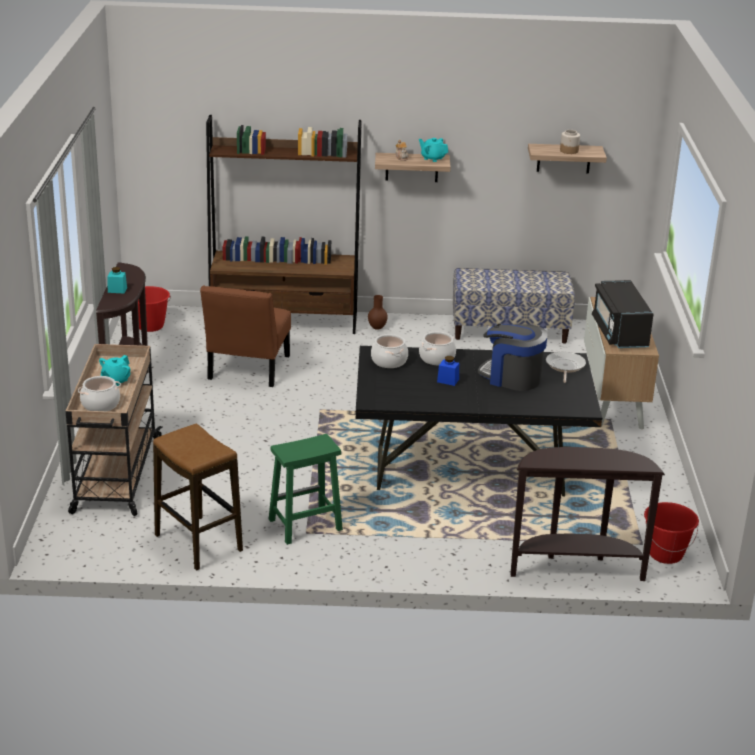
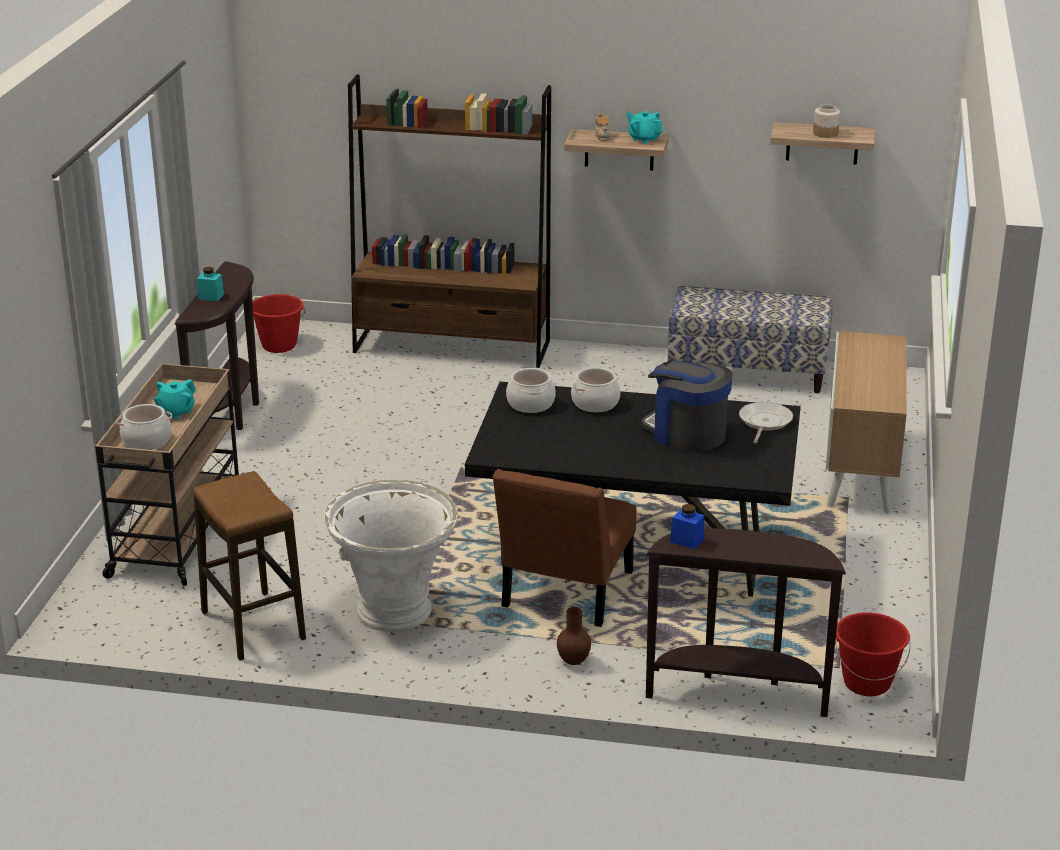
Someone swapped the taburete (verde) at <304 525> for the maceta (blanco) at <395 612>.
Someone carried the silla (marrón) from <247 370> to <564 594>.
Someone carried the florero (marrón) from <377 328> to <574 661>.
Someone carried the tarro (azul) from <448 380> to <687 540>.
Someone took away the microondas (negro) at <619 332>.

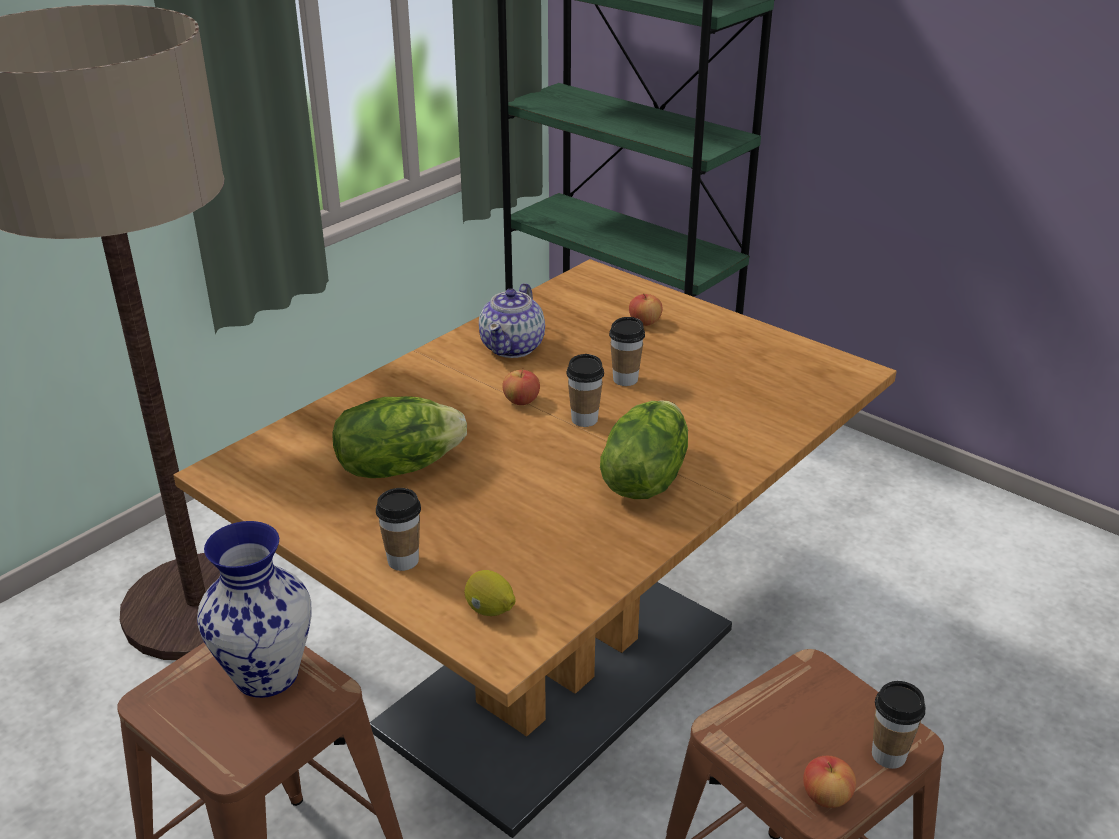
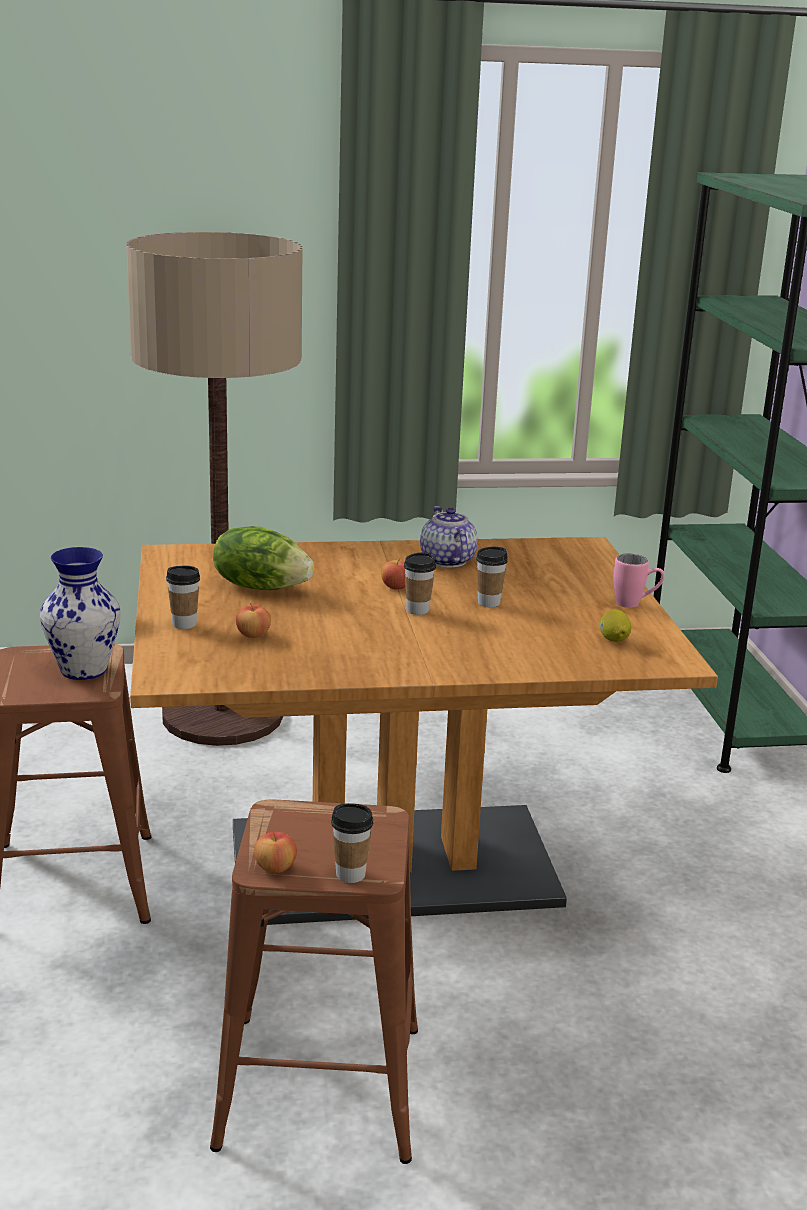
Someone carried the manzana from <645 322> to <253 635>.
Someone rotated the tetera at <513 347> by 105 degrees clockwise.
Someone carried the limón from <490 610> to <613 640>.
Someone put down the taza grande (rosa) at <635 604>.
Someone took away the lechuga at <644 478>.

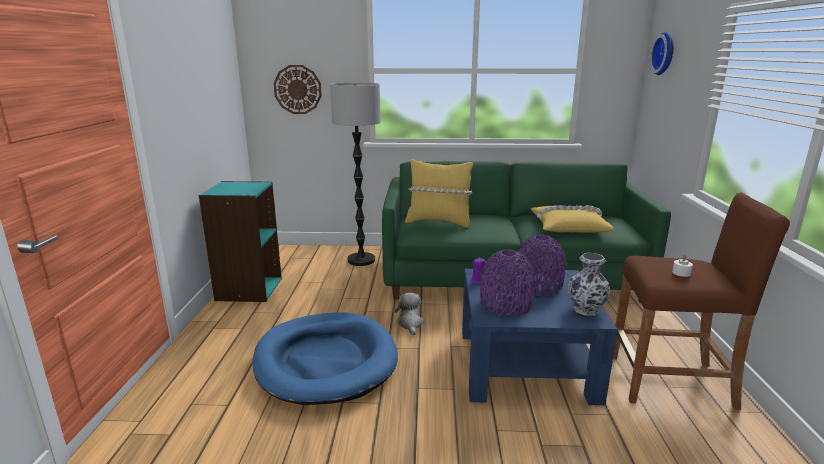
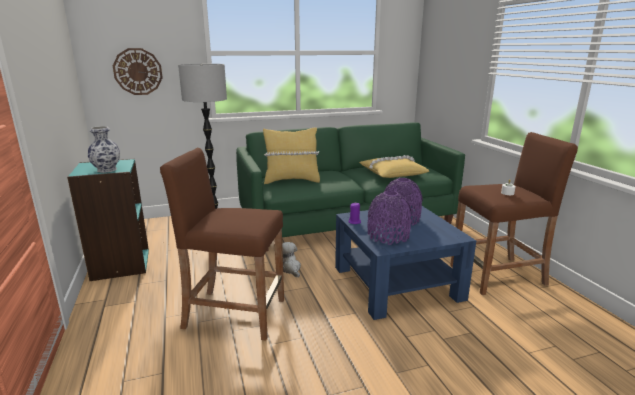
Someone carried the florero from <585 309> to <106 170>.
Someone swapped the cama para perro (azul) at <325 361> for the taburete (marrón) at <235 313>.
Someone took away the reloj de pared at <665 53>.

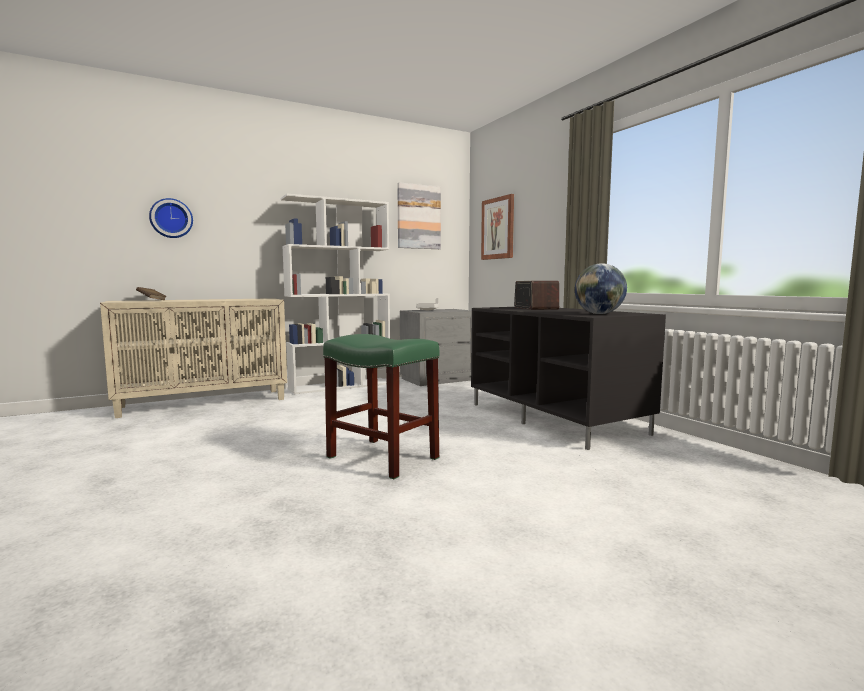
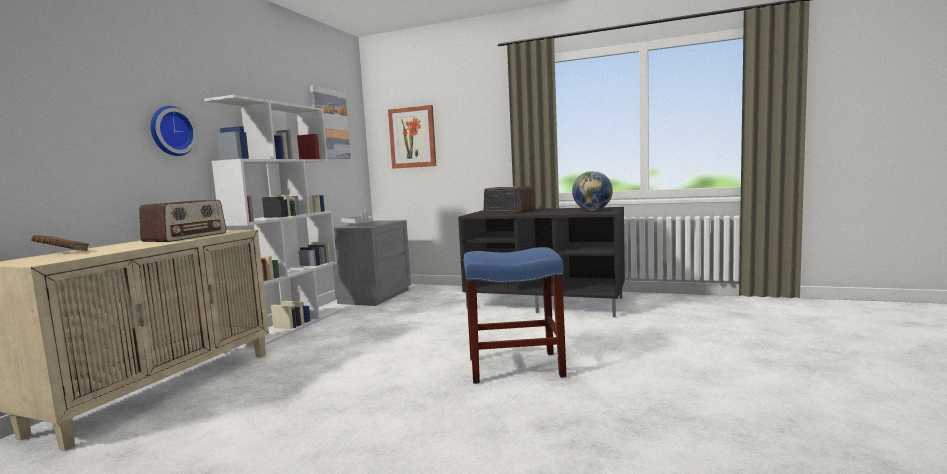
Someone put down the radio at <186 237>.
Someone carried the reloj de pared from <171 218> to <171 131>.
Someone repainted the taburete (verde) at <384 458>, which became the taburete (azul) at <516 367>.

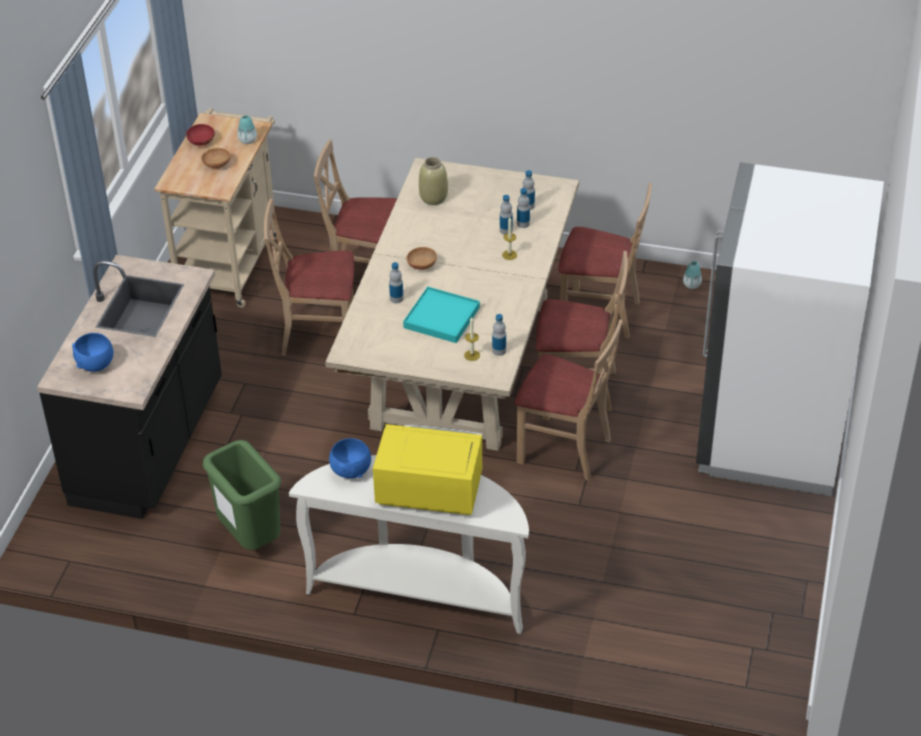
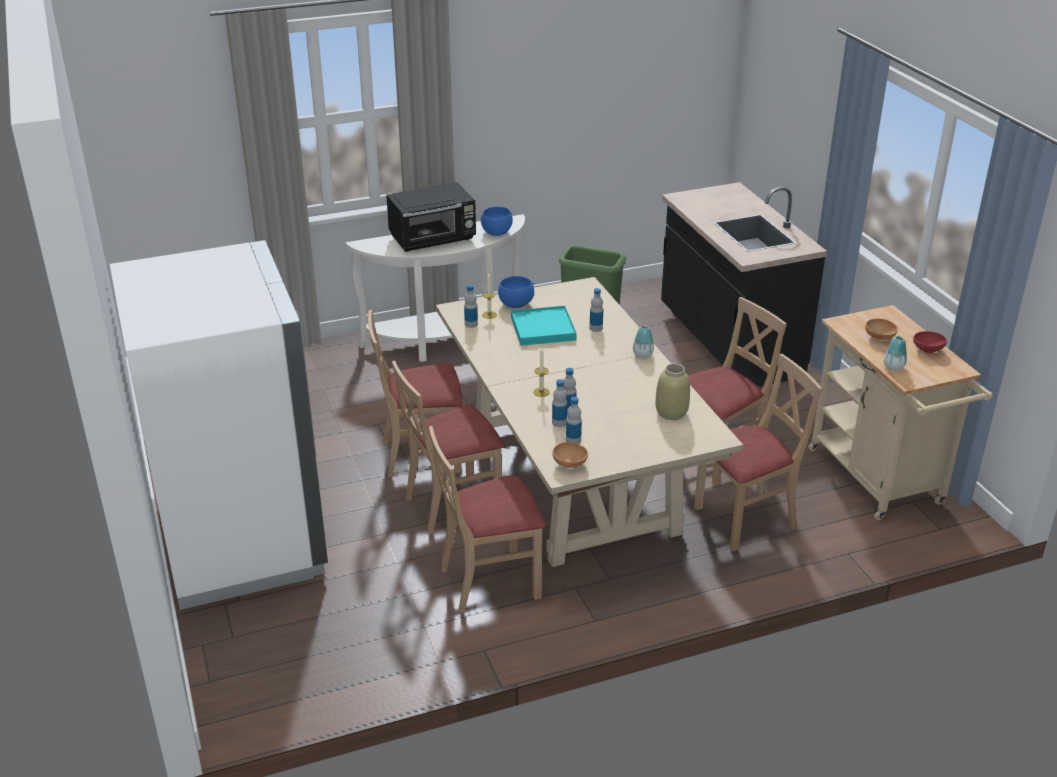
Someone repainted the microondas (amarillo) at <428 491>, which became the microondas (negro) at <433 239>.
Someone carried the cuenco (azul) from <96 365> to <515 305>.
Someone carried the cuenco (marrón) from <421 266> to <570 464>.
Someone carried the florero from <691 285> to <642 355>.

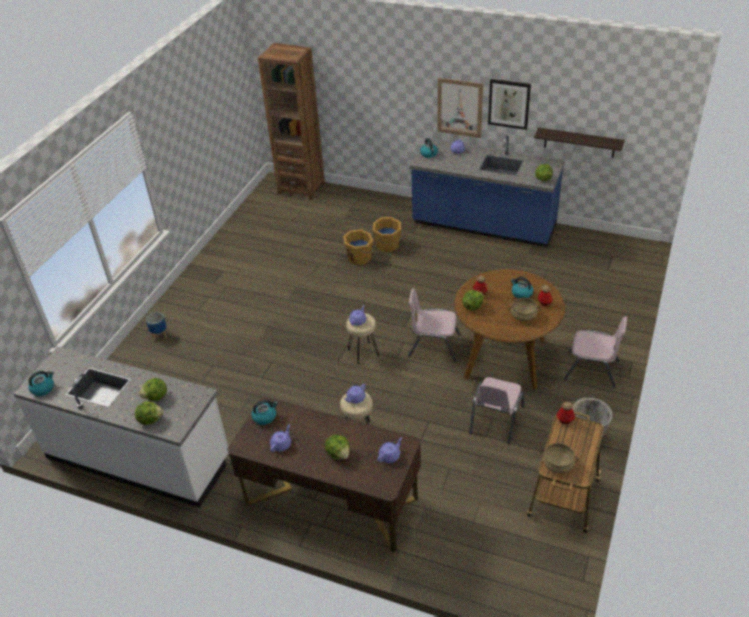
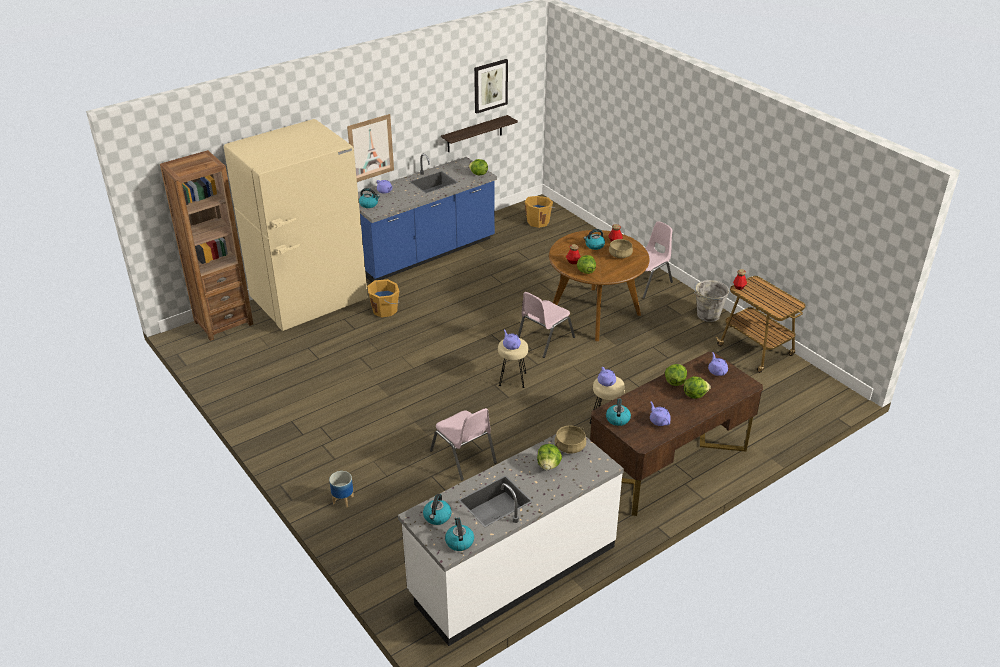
Someone put down the nevera (beis) at <309 302>.
Someone put down the hervidor at <437 517>.
Someone carried the silla (rosa) from <495 420> to <463 457>.
Someone carried the cuadro from <509 103> to <490 85>.
Someone carried the cubo (naranja) from <360 258> to <538 221>.
Someone carried the olla (beis) from <558 464> to <570 447>.
Someone carried the lechuga from <150 419> to <675 382>.

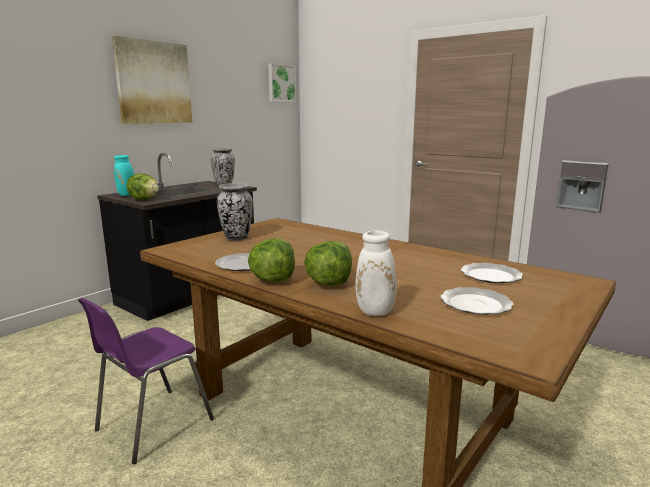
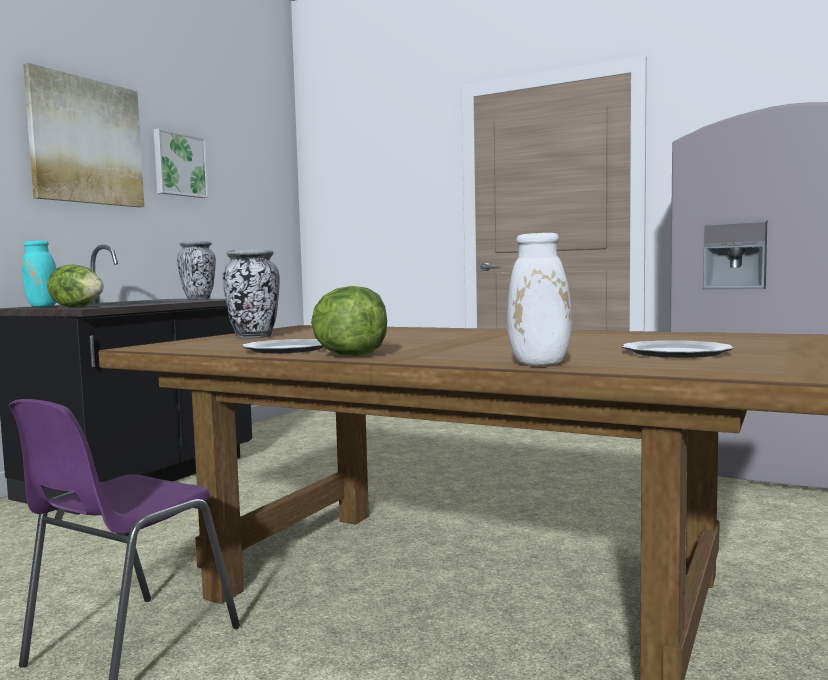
Someone carried the cuadro from <281 83> to <179 165>.
Someone took away the lechuga at <329 283>.
Someone took away the plato at <491 275>.

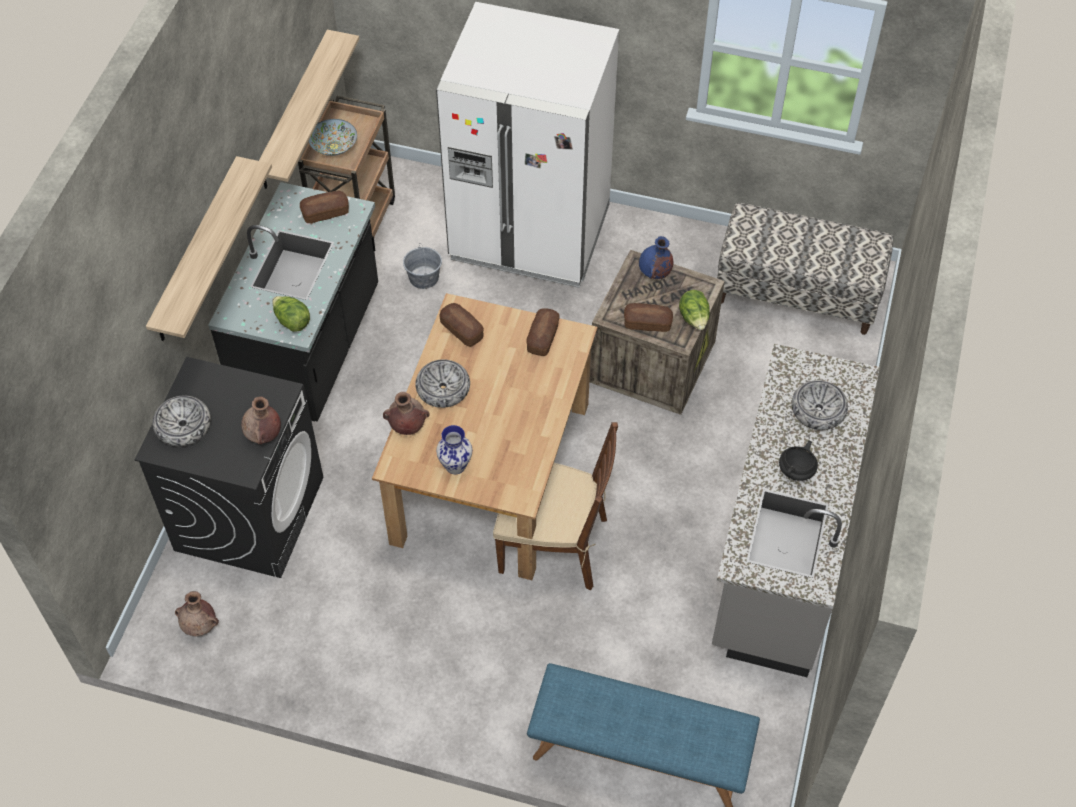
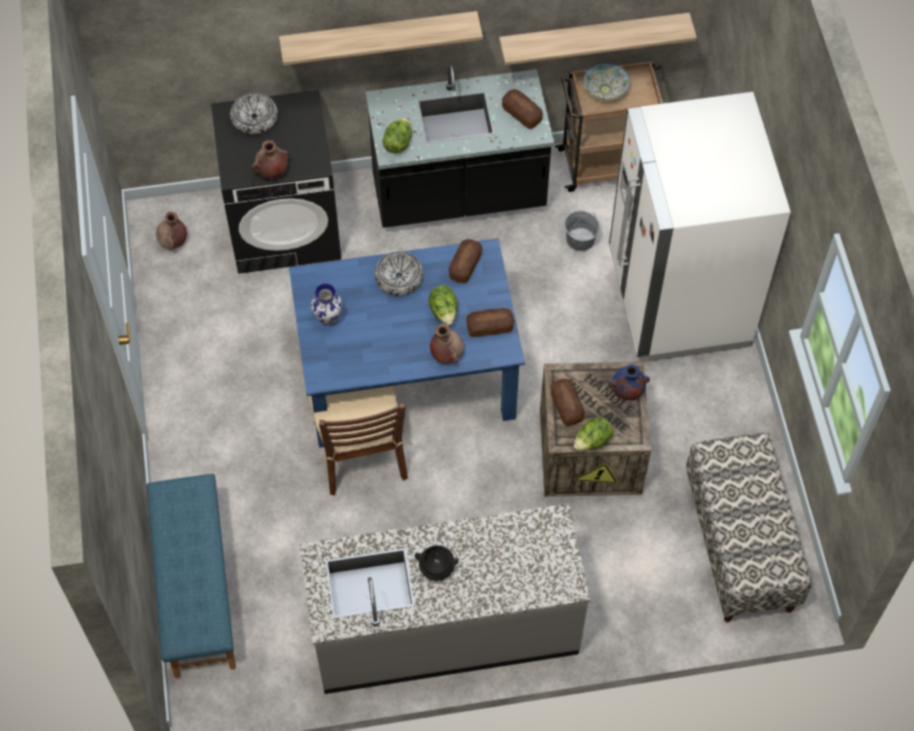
Someone repainted the mesa de comedor (marrón) at <490 471>, which became the mesa de comedor (azul) at <409 374>.
Someone put down the lechuga at <444 312>.
Someone carried the florero (marrón) from <407 426> to <446 354>.
Someone took away the cuenco at <818 410>.

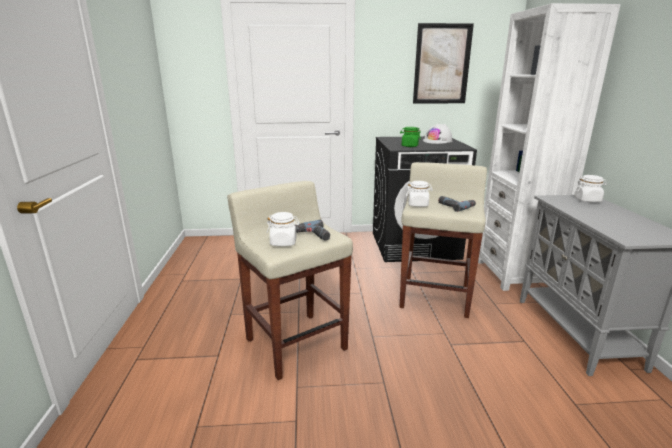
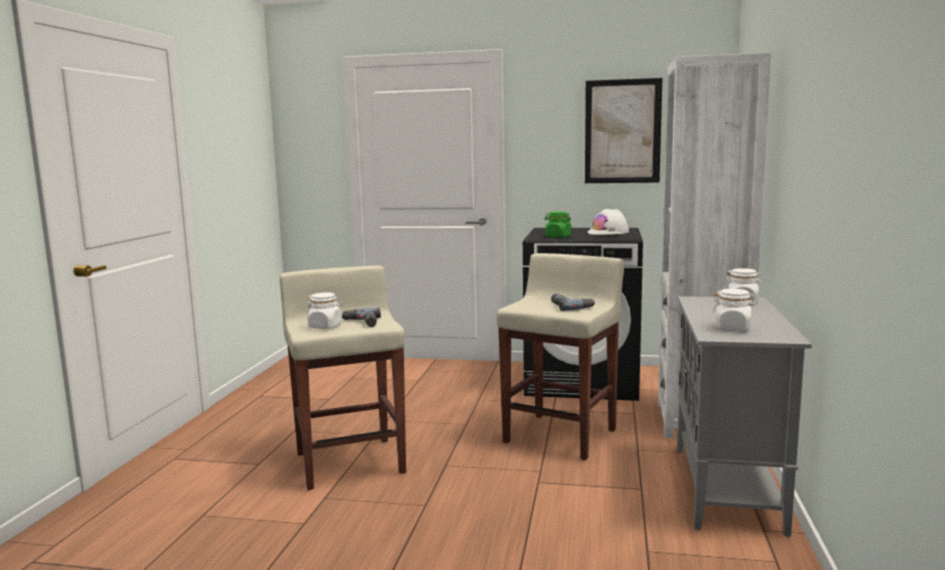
Someone carried the tarro (blanco) from <418 204> to <733 328>.

